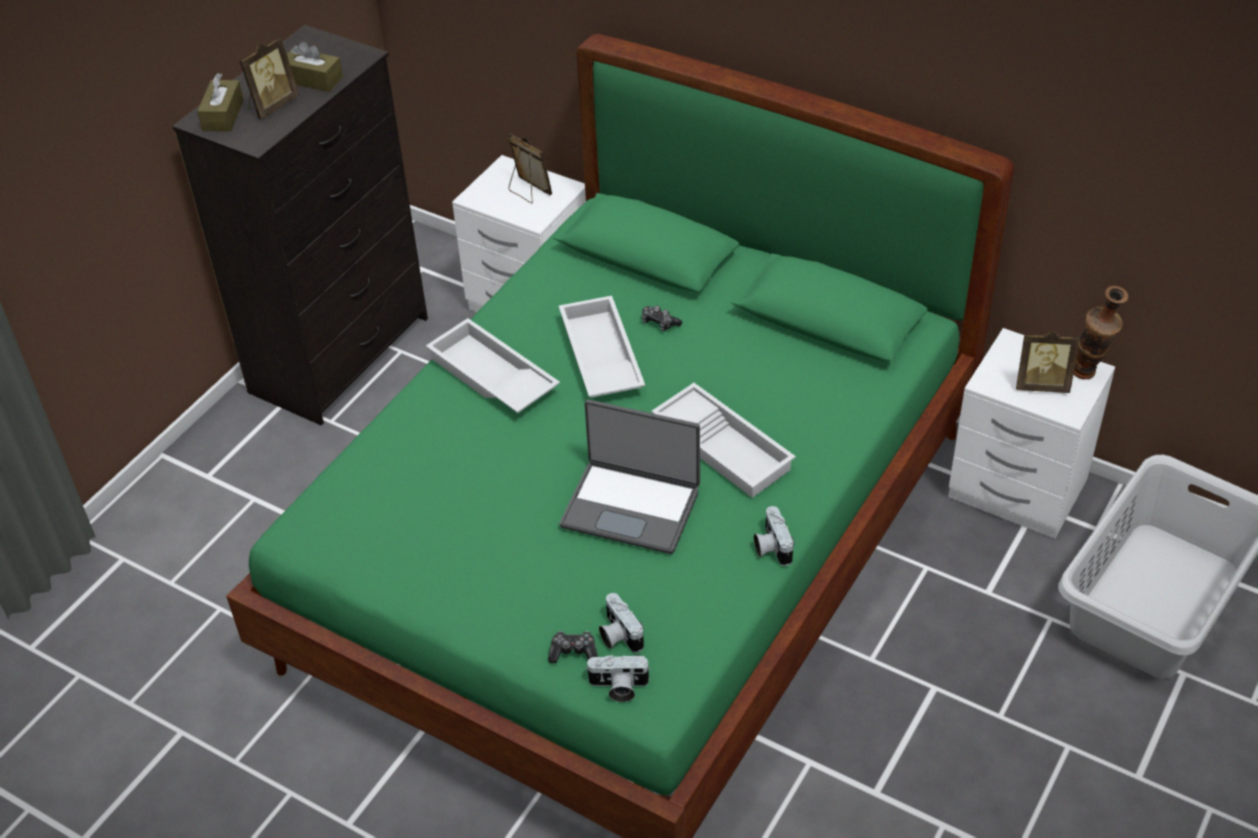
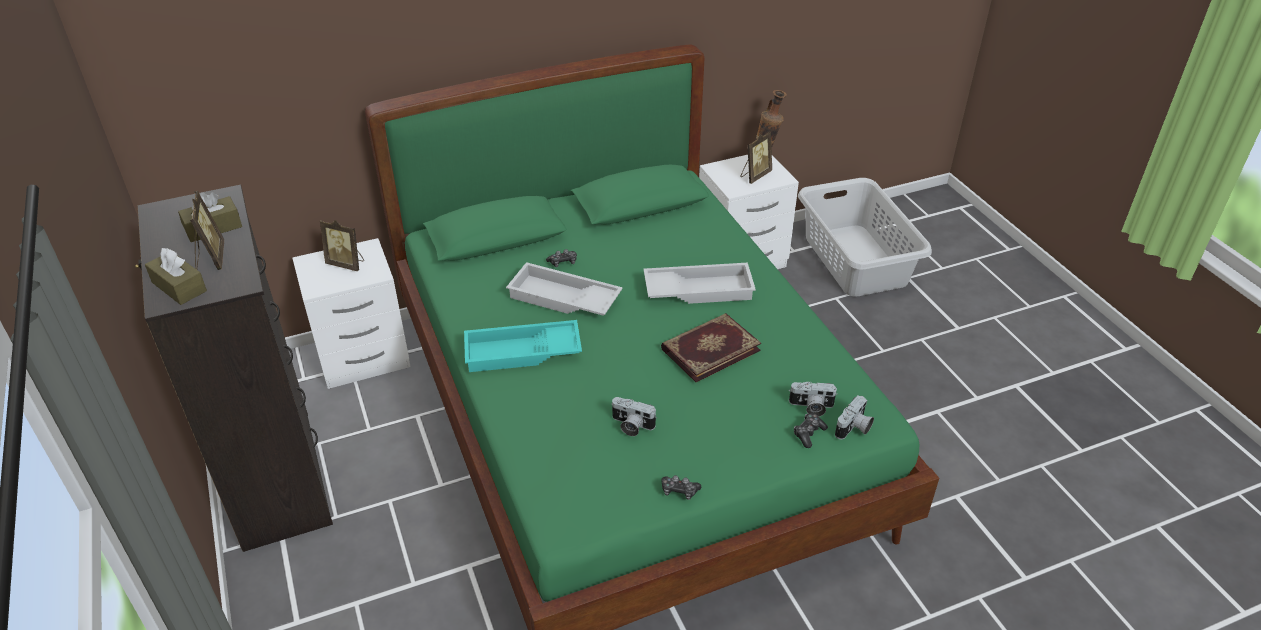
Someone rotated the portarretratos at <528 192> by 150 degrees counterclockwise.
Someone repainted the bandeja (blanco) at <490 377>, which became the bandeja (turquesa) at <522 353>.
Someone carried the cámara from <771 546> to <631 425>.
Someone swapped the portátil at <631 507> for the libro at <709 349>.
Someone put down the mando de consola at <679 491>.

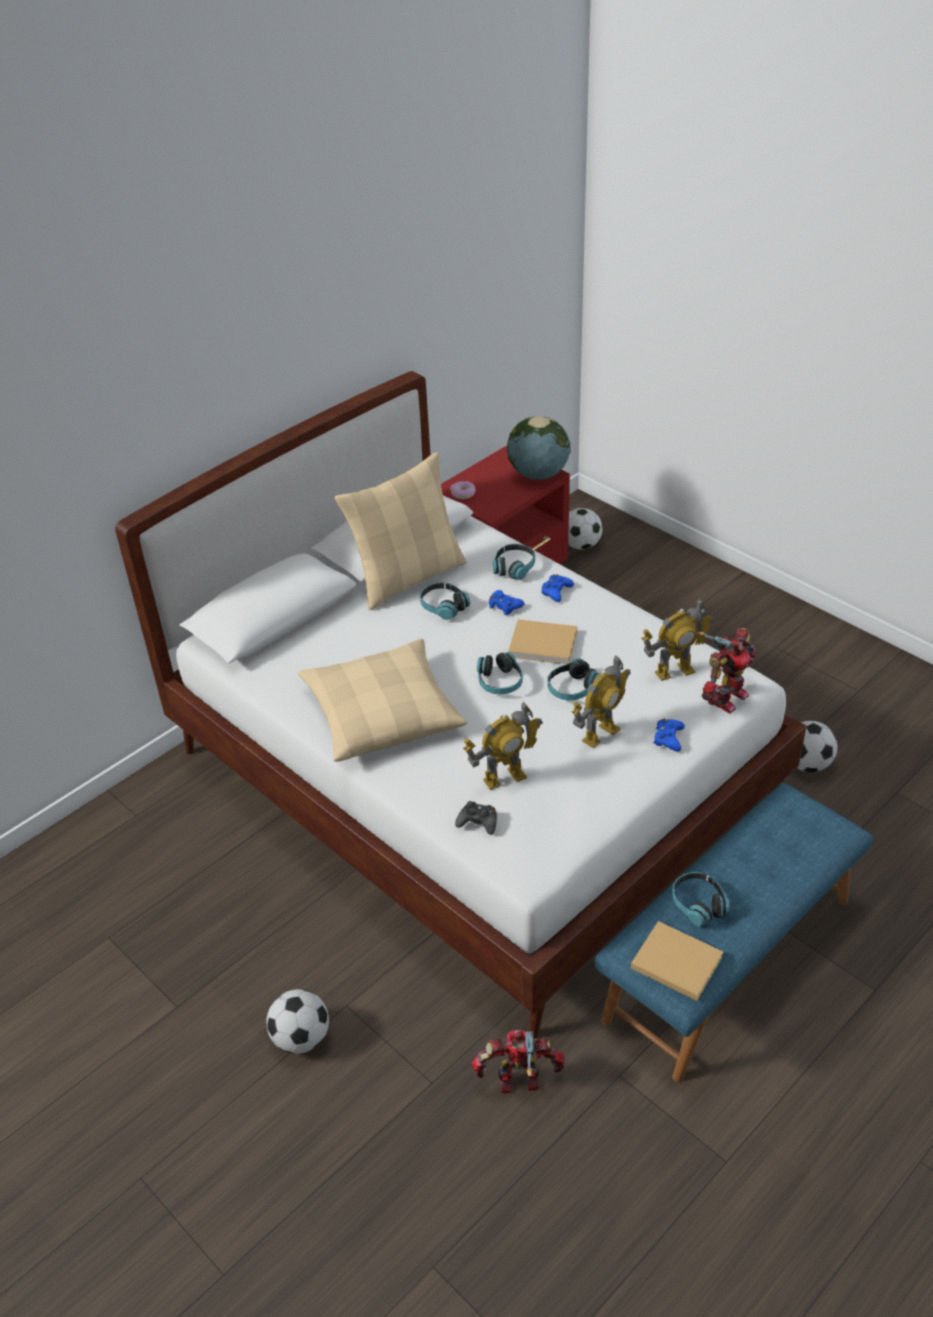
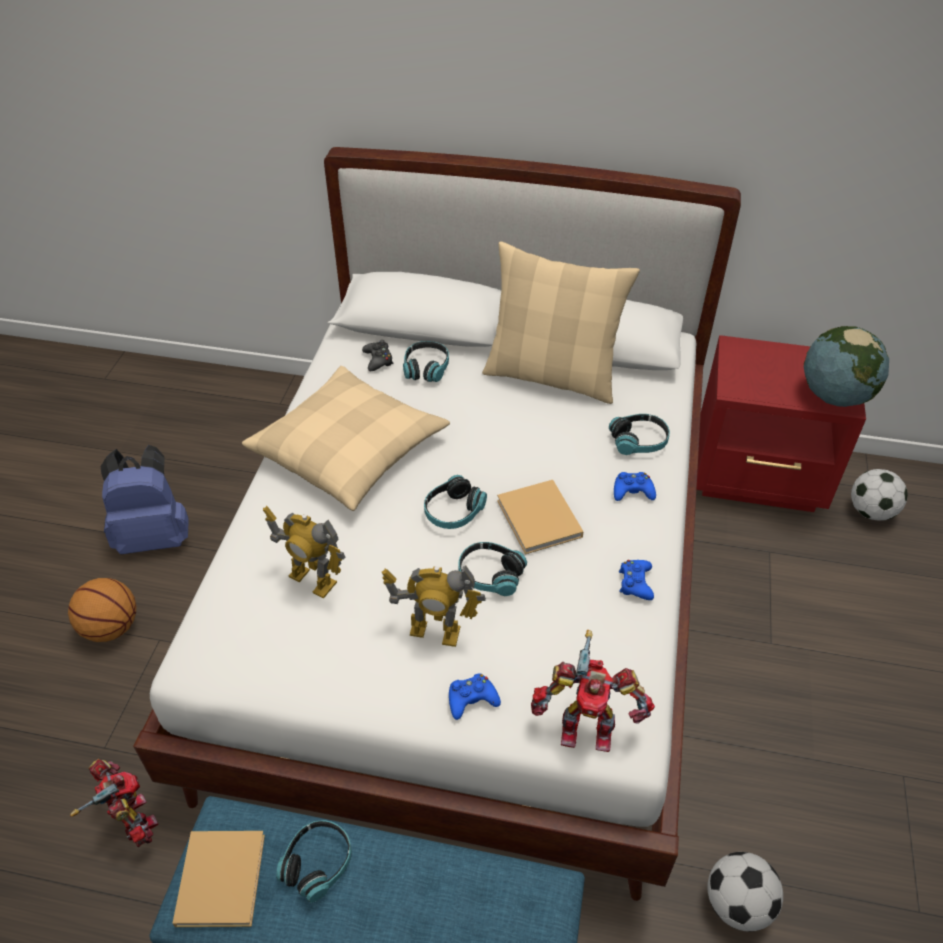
Someone swapped the balón de fútbol at <301 1038> for the balón de baloncesto at <112 627>.
Someone put down the mochila (azul) at <155 536>.
Someone carried the mando de consola (negro) from <478 822> to <378 360>.
Someone carried the auriculares from <443 607> to <426 368>.
Someone carried the mando de consola (azul) from <504 606> to <635 583>.
Someone took away the rosquilla at <463 494>.
Someone took away the robot de juguete at <674 671>.

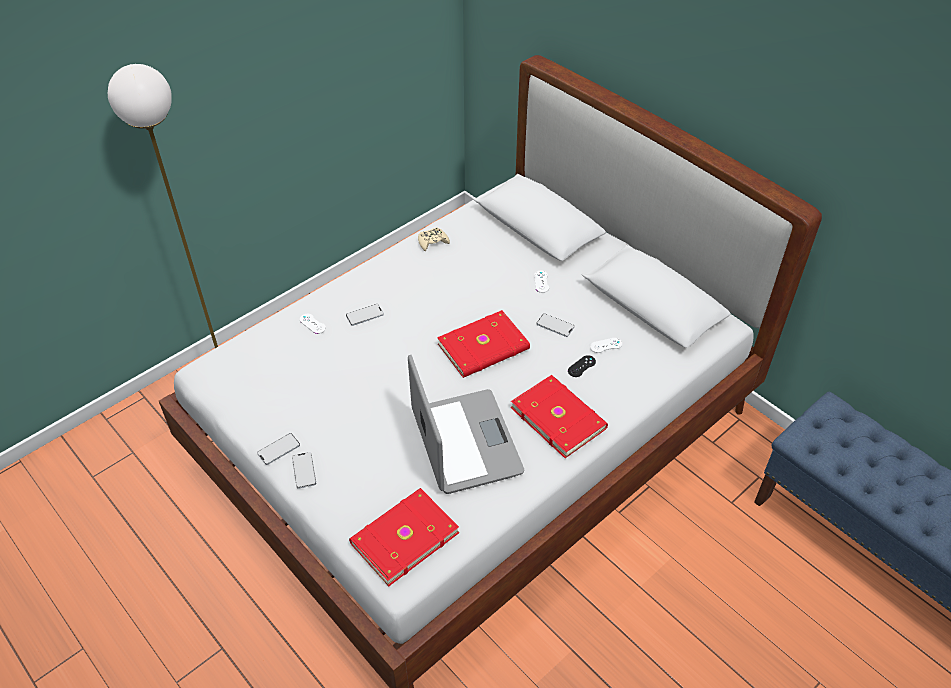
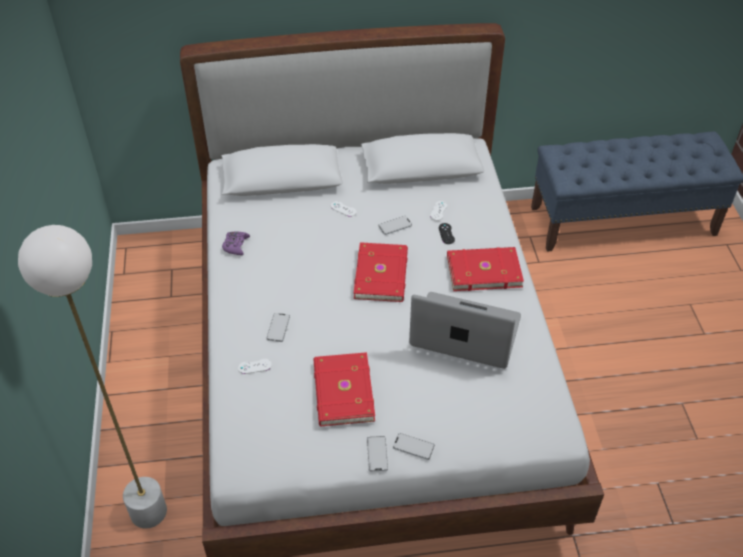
Someone repainted the mando de consola (beis) at <432 242>, which became the mando de consola (morado) at <236 245>.
Someone carried the libro (rojo) from <403 537> to <342 392>.

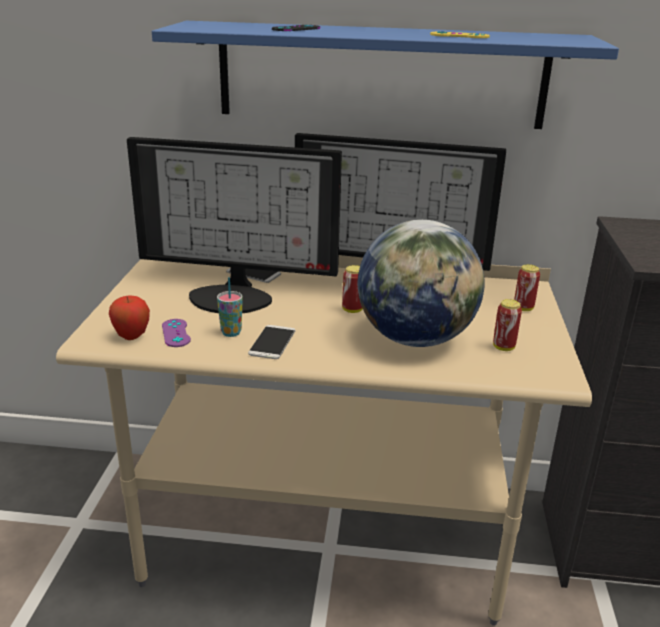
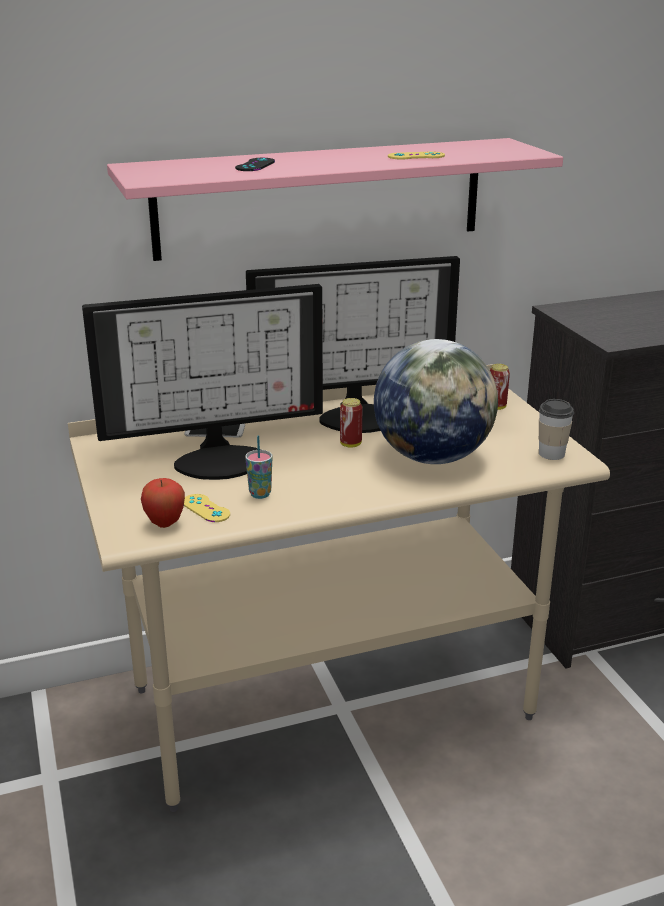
Someone repainted the estante (azul) at <381 75>, which became the estante (rosa) at <320 198>.
Someone repainted the mando de consola (morado) at <176 333>, which became the mando de consola (amarillo) at <206 508>.
Someone put down the taza at <551 454>.
Someone took away the móvil at <272 342>.
Someone took away the lata at <503 347>.

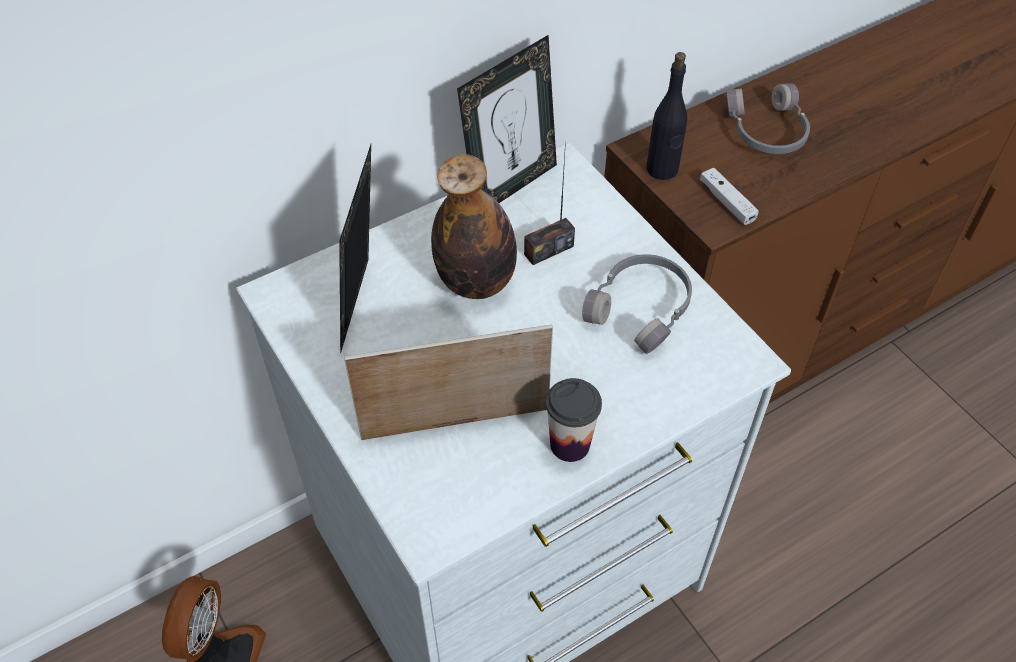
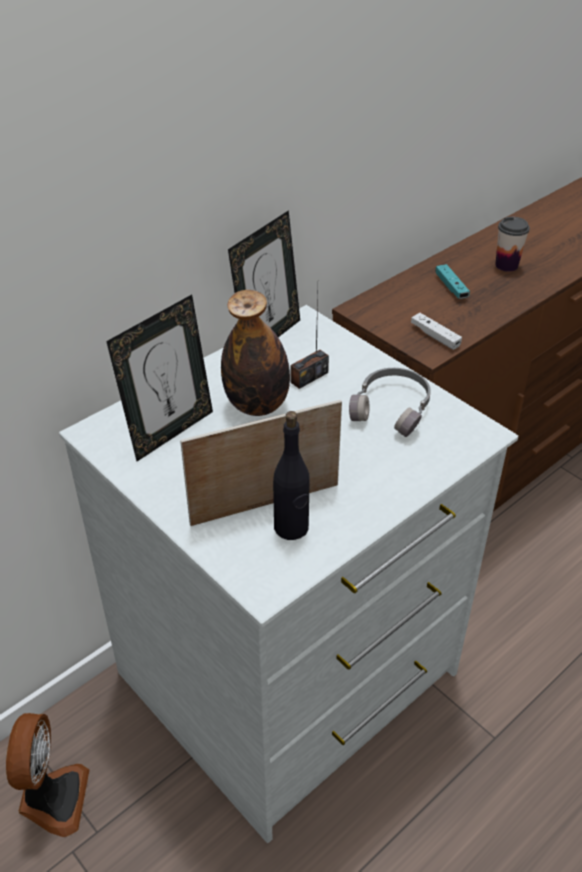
Someone rotated the portarretratos at <364 306> by 135 degrees counterclockwise.
Someone carried the botella (negro) from <662 169> to <291 528>.
Someone swapped the auriculares (gris) at <765 131> for the mando de consola (turquesa) at <451 287>.
Someone carried the taza from <570 444> to <506 265>.

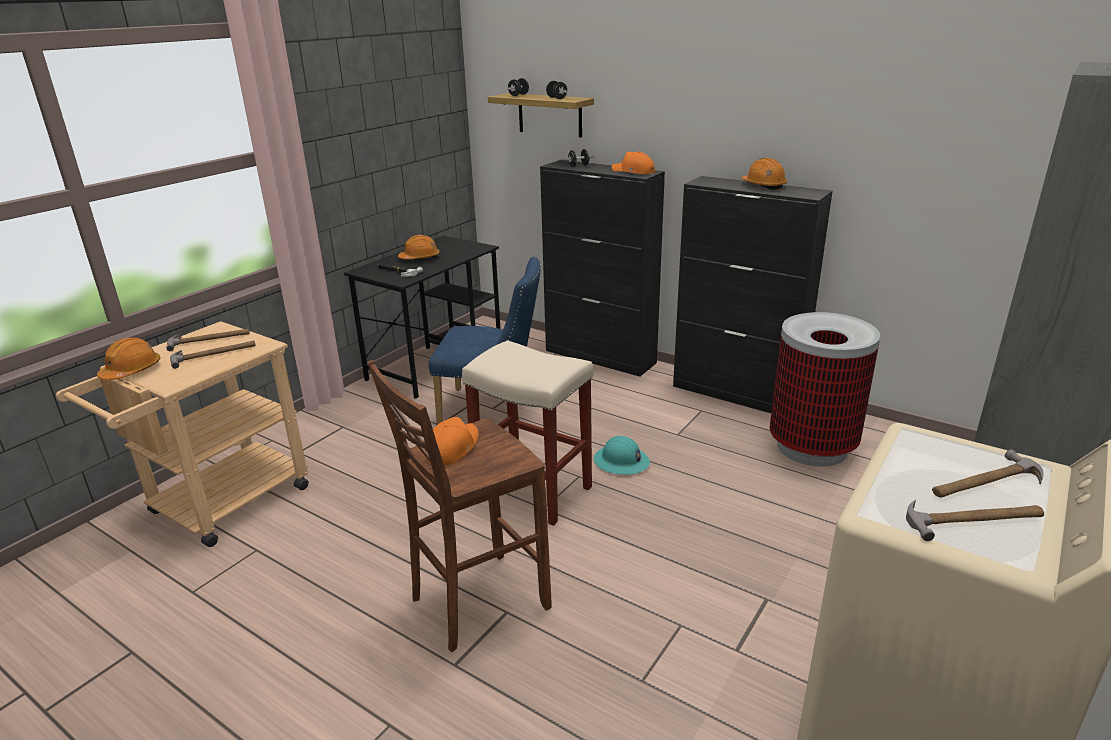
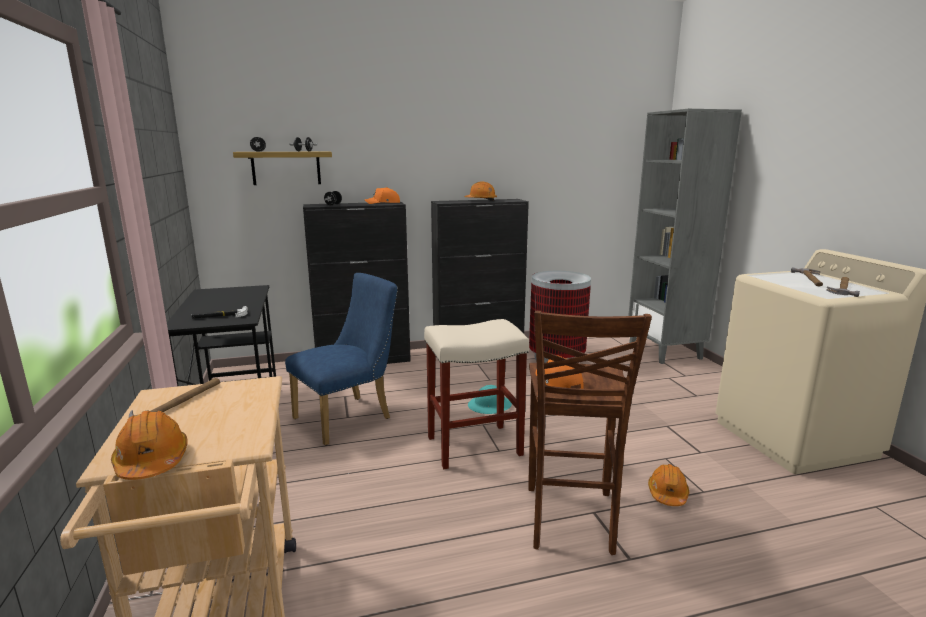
Someone carried the casco (naranja) from <420 258> to <667 494>.
Someone took away the martillo at <214 354>.

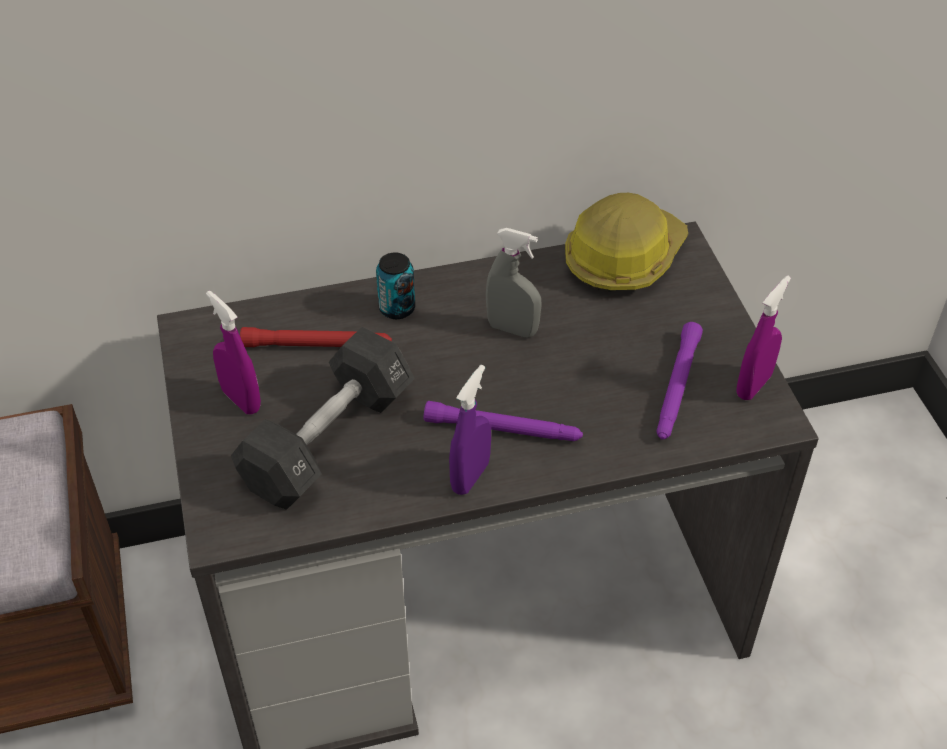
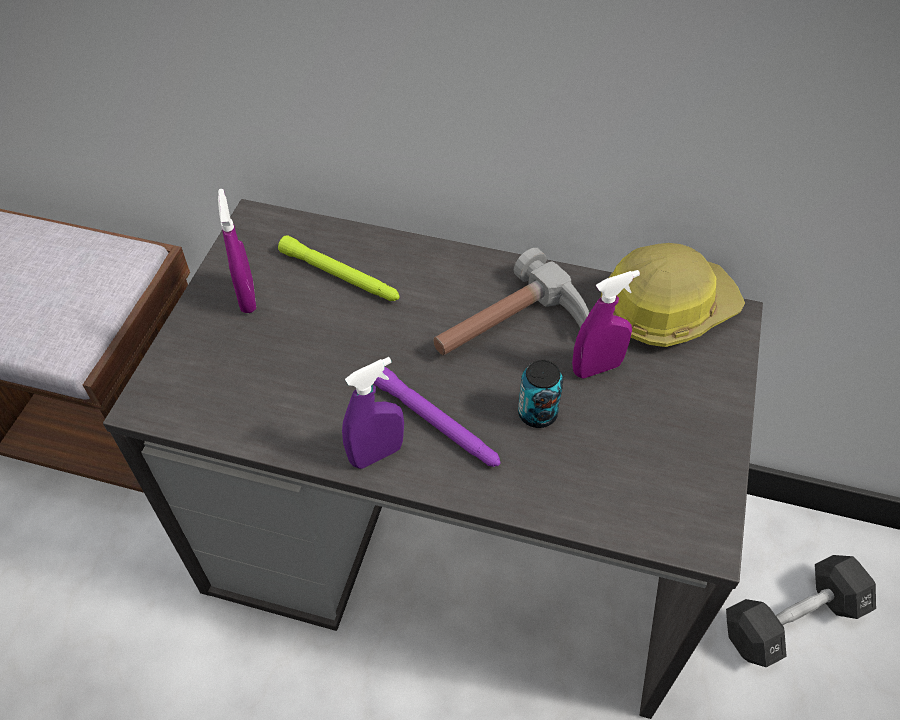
Someone repainted the linterna (rojo) at <317 345>, which became the linterna (verde) at <340 276>.
Someone swapped the pulverizador (gris) at <512 329> for the martillo at <513 333>.
Someone carried the lata from <397 308> to <537 413>.
Someone carried the pulverizador (morado) from <753 385> to <597 368>.
Someone carried the mancuerna (negro) from <328 440> to <792 619>.
Someone took away the linterna (morado) at <676 388>.

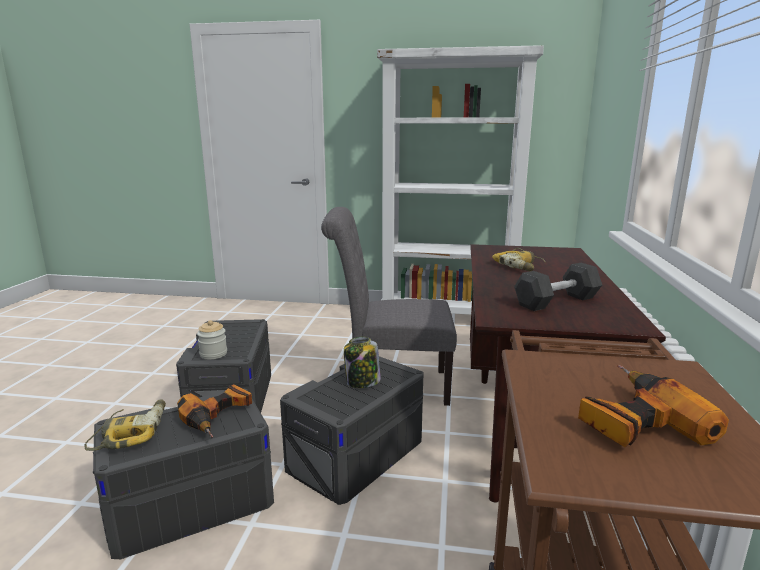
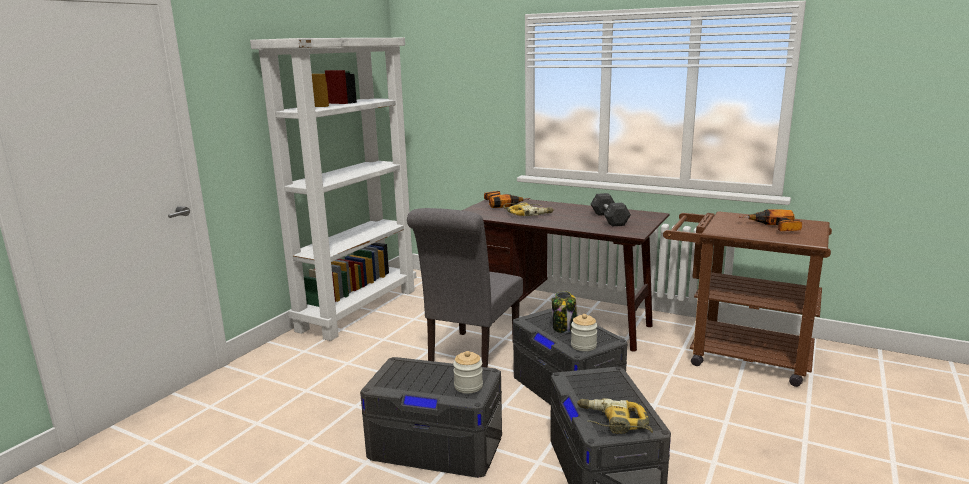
Someone carried the taladro from <219 417> to <503 203>.
Someone put down the tarro at <583 346>.

